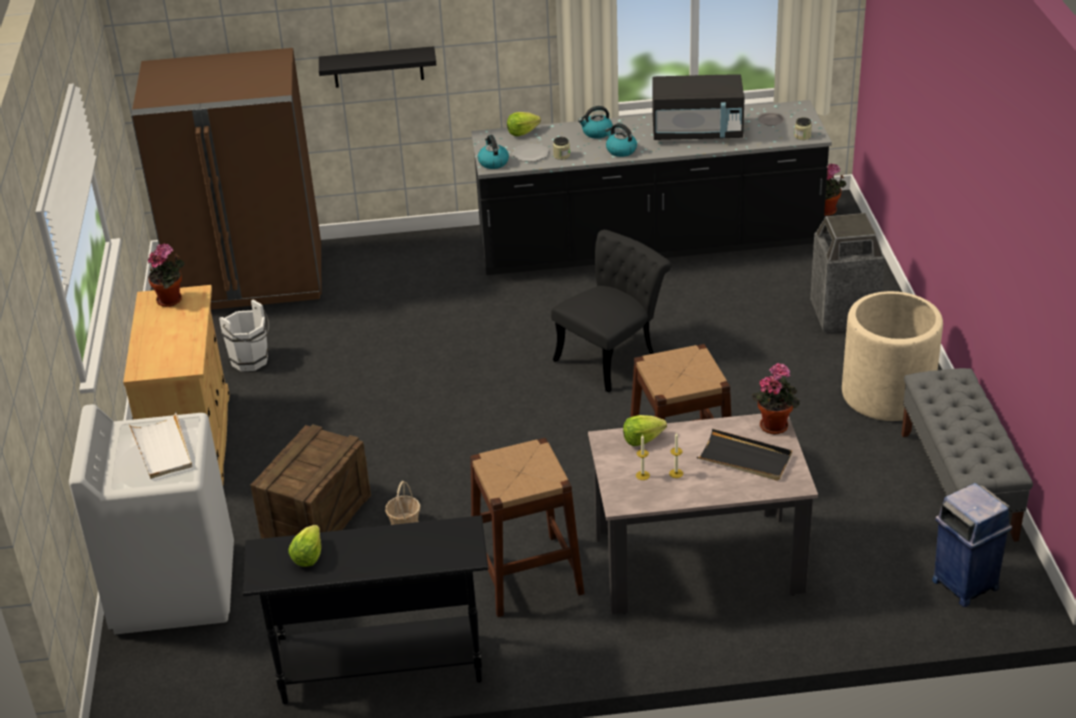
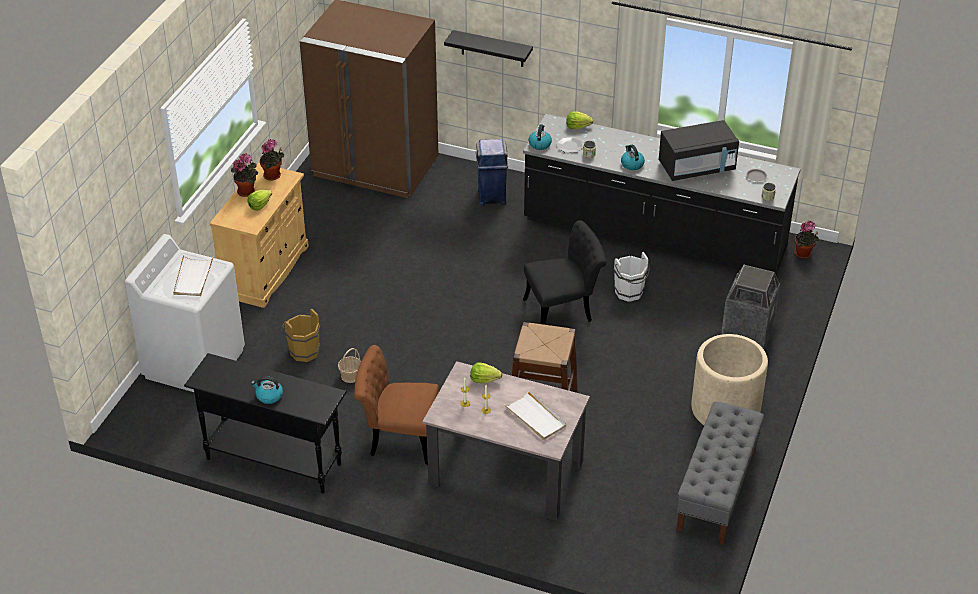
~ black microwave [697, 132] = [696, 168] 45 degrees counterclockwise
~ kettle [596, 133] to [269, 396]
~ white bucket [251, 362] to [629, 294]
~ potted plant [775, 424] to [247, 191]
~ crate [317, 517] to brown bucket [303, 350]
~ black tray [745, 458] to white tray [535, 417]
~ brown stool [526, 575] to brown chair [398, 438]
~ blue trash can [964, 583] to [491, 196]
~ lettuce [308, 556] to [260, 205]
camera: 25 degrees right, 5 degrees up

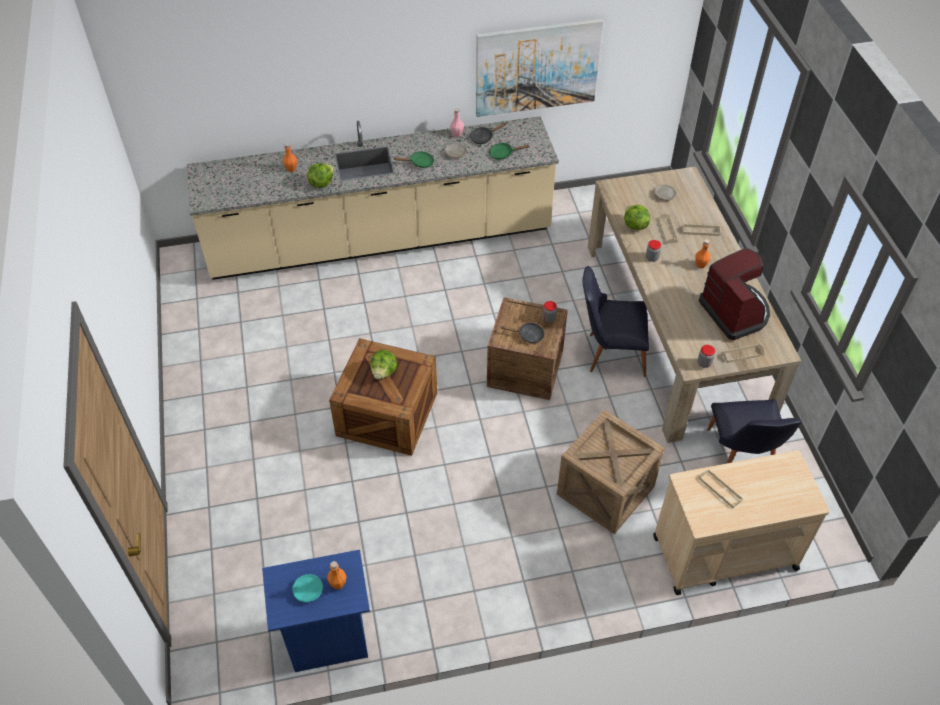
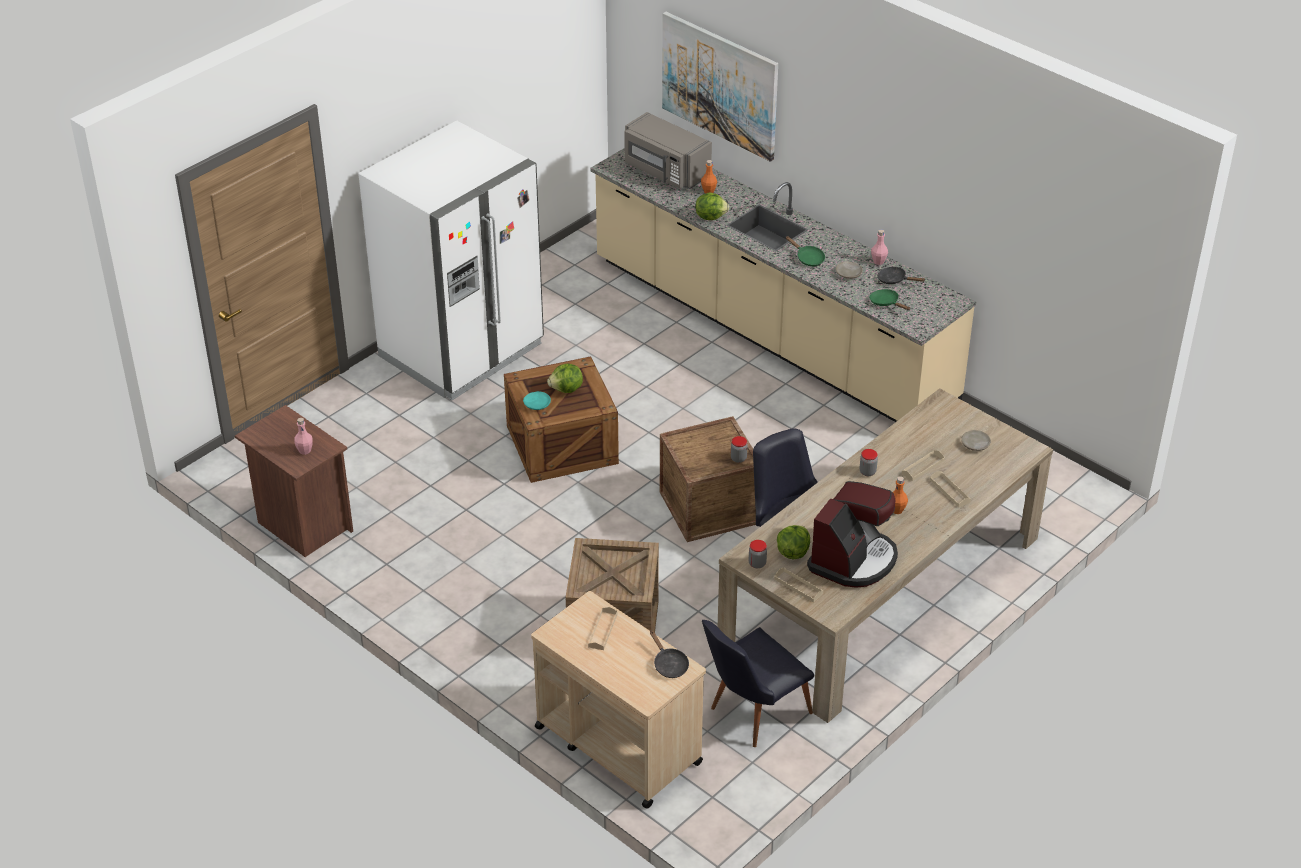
~ picture [537, 67] to [720, 85]
~ lettuce [634, 225] to [793, 552]
~ black frying pan [528, 335] to [669, 664]
~ blue nightstand [327, 639] to brown nightstand [302, 525]
~ orange bottle [338, 584] to pink bottle [305, 450]
~ turquoise plate [308, 590] to [537, 404]
+ grey microwave [665, 171]
+ white fridge [461, 351]
camera: 55 degrees right, 10 degrees down

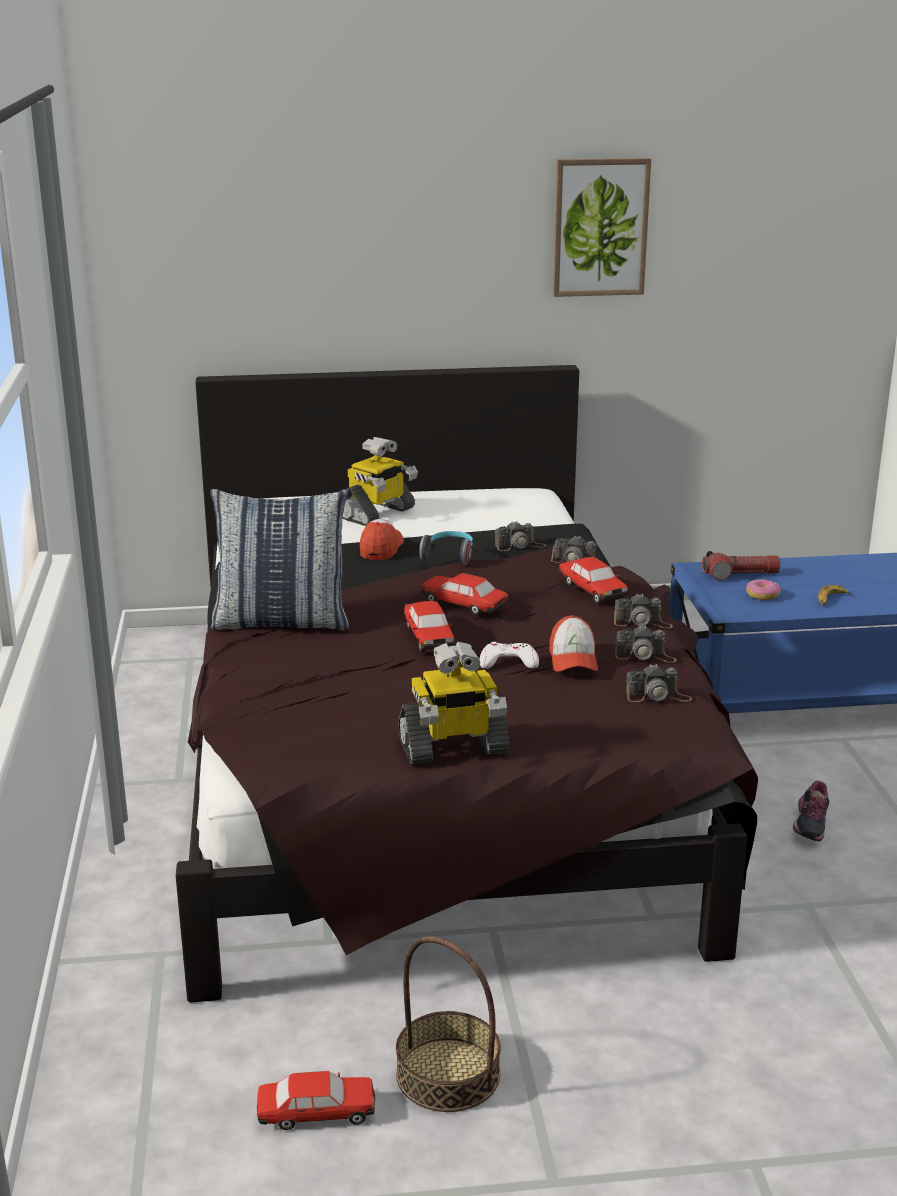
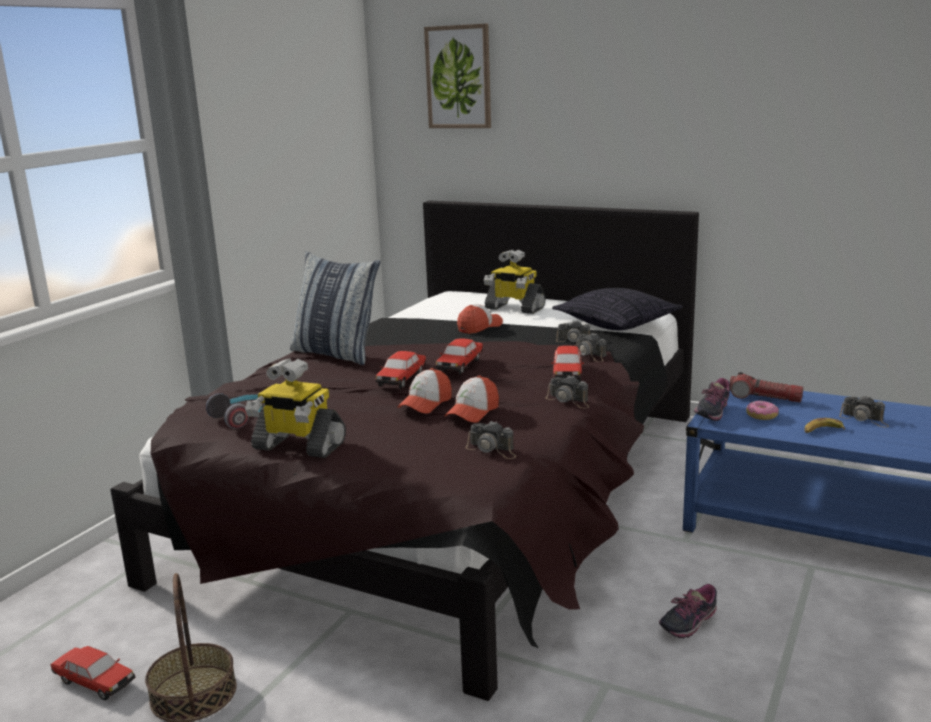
~ picture [600, 227] to [459, 77]
~ toy robot [377, 514] = [514, 308] 45 degrees clockwise
~ headphones [449, 556] to [243, 418]
~ toy car [464, 605] = [460, 365] 135 degrees counterclockwise
~ photo camera [645, 655] to [864, 419]
~ white game controller [508, 662] to cap [425, 404]
+ pillow [617, 324]
+ shoe [711, 413]
camera: 35 degrees right, 5 degrees down

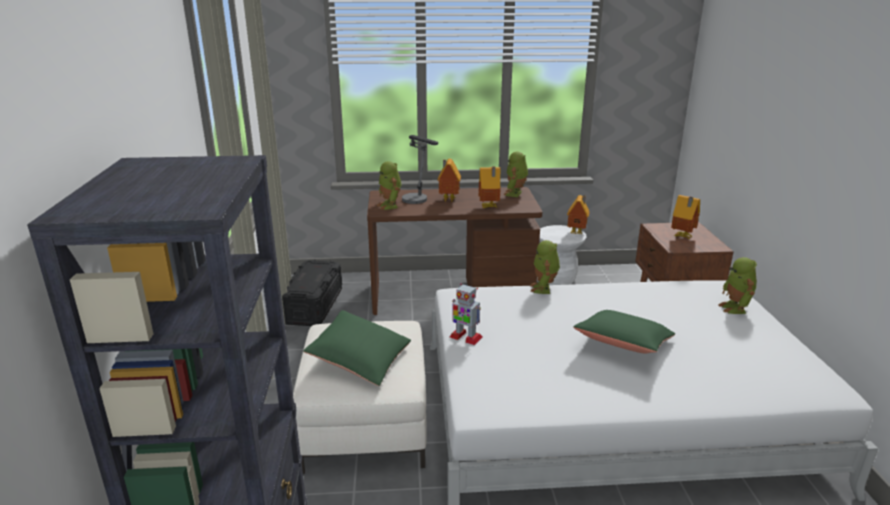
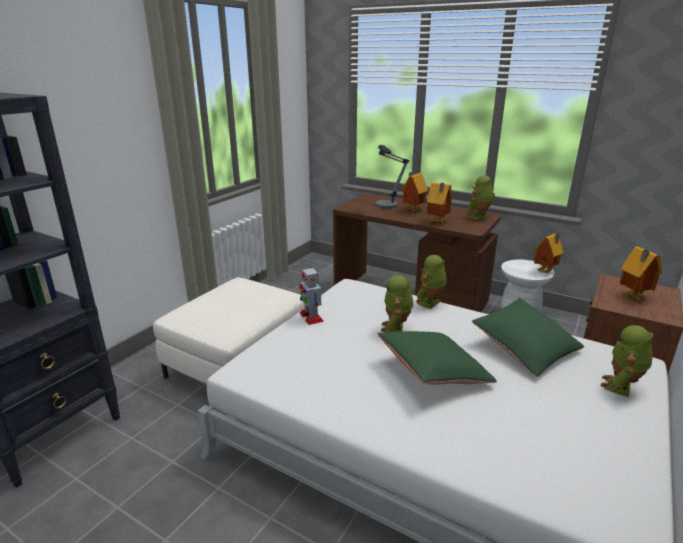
~ toy robot [390, 205] to [396, 328]
- black storage box [313, 306]
~ green pillow [360, 360] to [525, 348]
camera: 35 degrees right, 0 degrees up

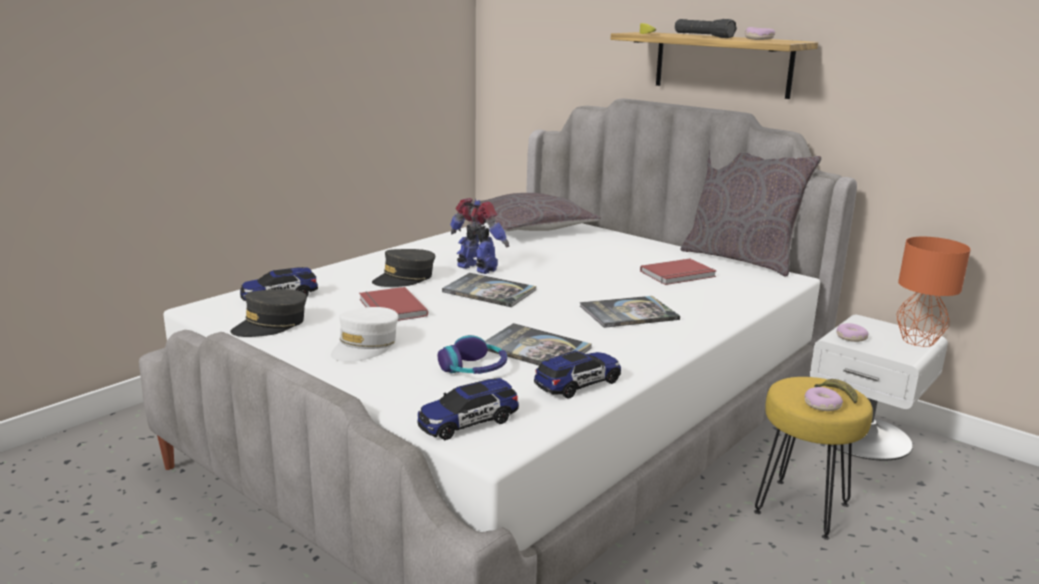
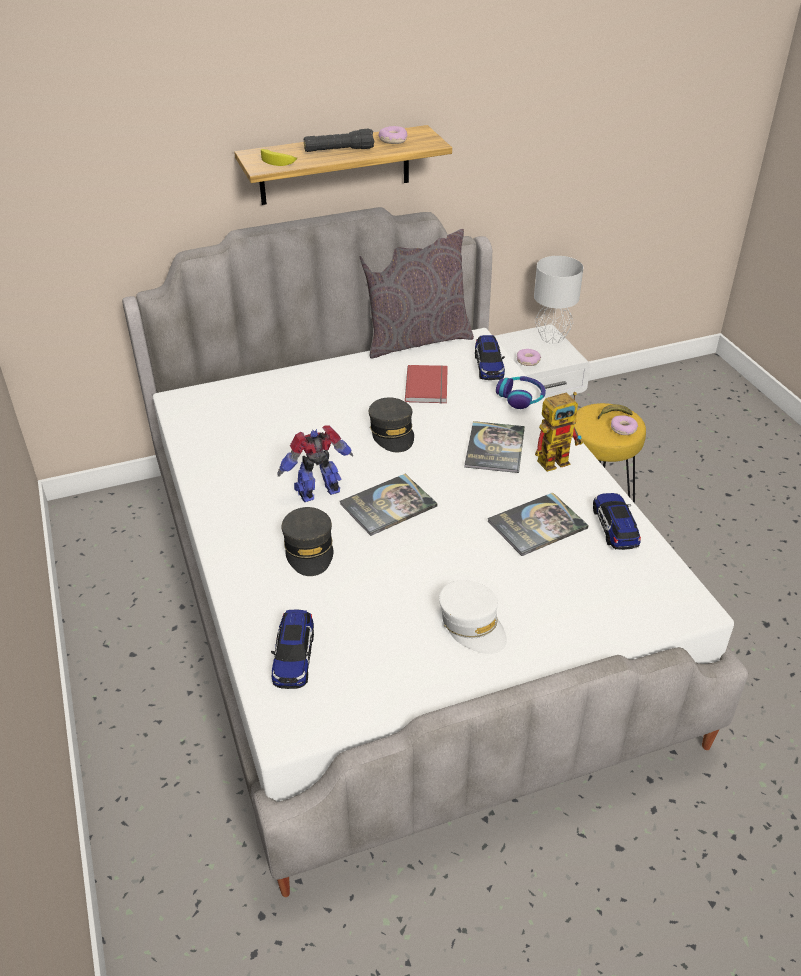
- grey pillow [528, 227]
~ orange table lamp [918, 341] to grey table lamp [553, 338]
- red book [390, 308]
~ grey cap [271, 325] to [392, 432]
~ headphones [474, 368] to [521, 397]
~ toy car [468, 422] to [488, 366]
+ toy robot [558, 459]
camera: 60 degrees left, 20 degrees up

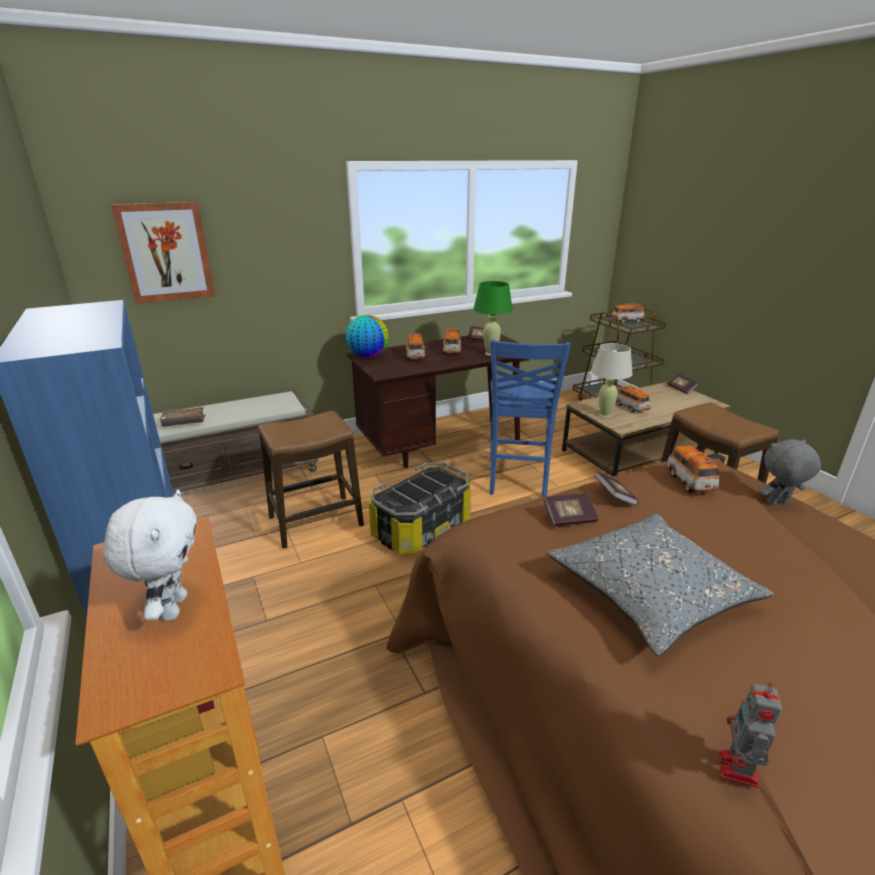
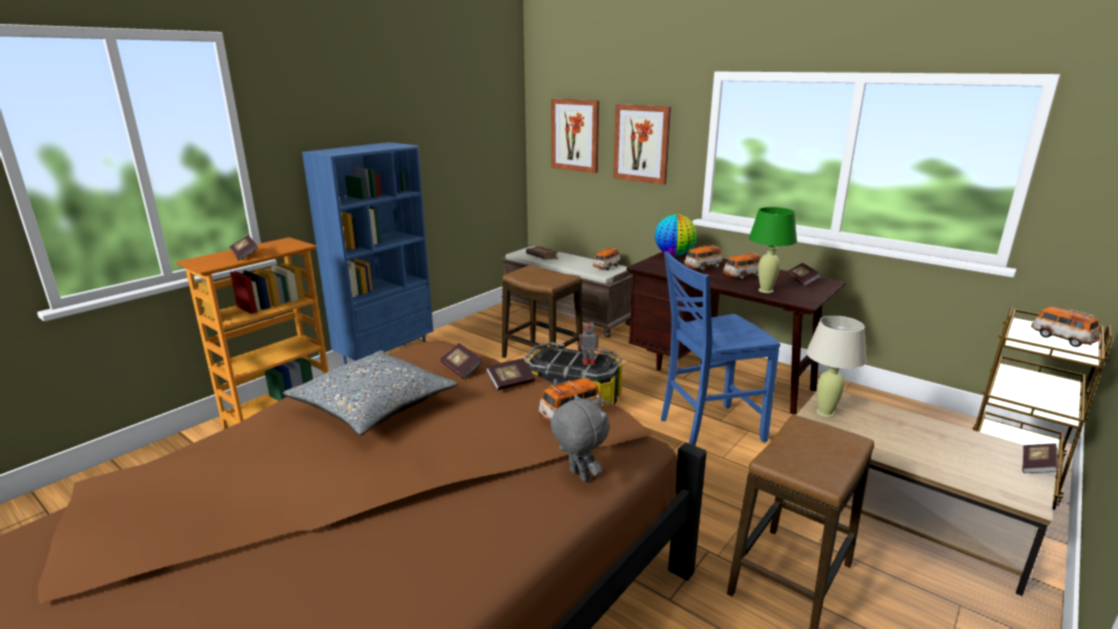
~ toy car [631, 407] to [606, 267]
~ white plush toy [172, 607] to book [245, 255]
~ toy robot [738, 771] to [587, 362]
+ picture [642, 143]
camera: 65 degrees right, 5 degrees down

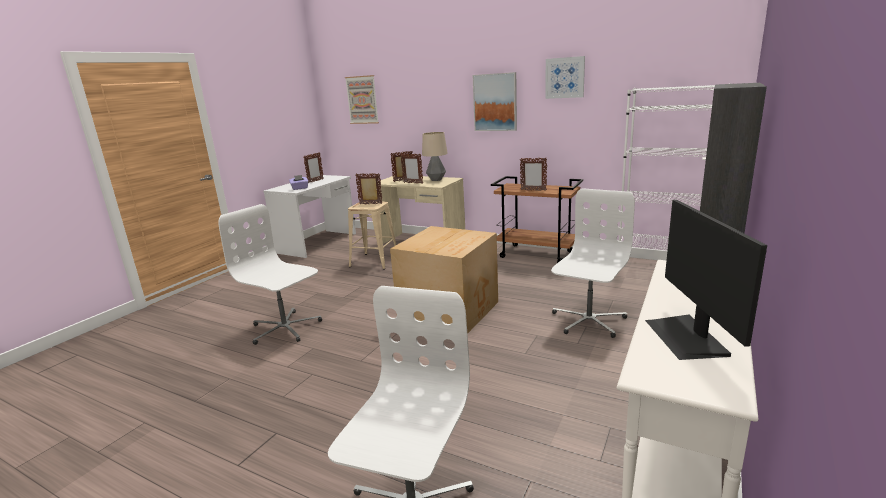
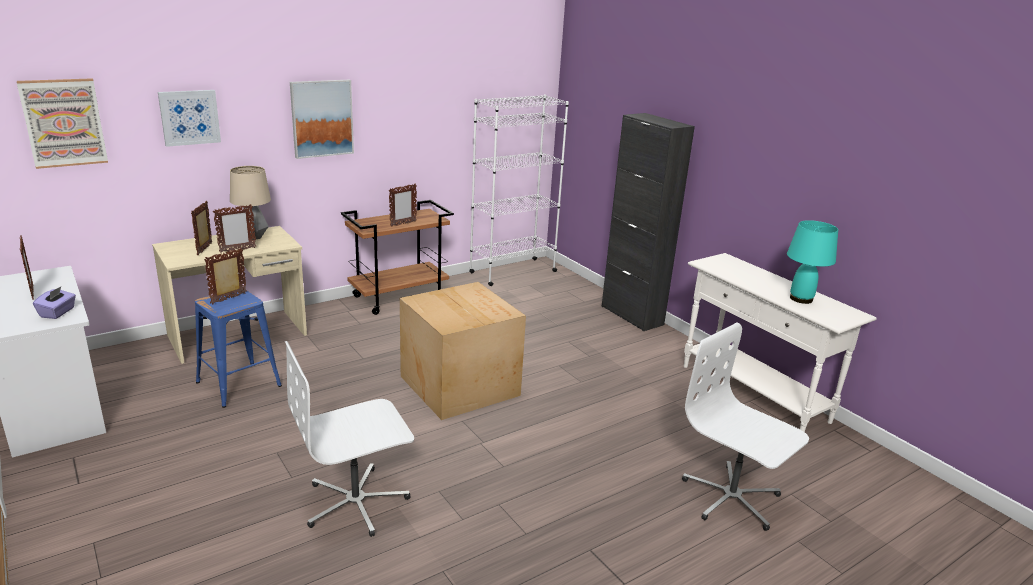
~ picture [565, 77] to [189, 117]
- white office chair [588, 321]
~ monitor [687, 337] to turquoise table lamp [801, 299]
~ beige stool [374, 261] to blue stool [239, 384]
camera: 65 degrees left, 5 degrees up

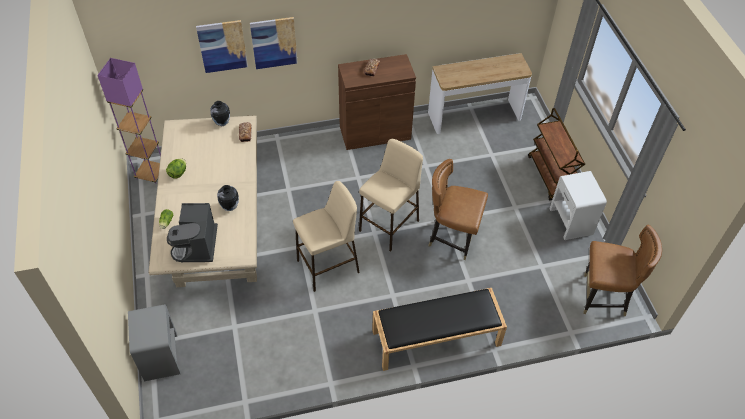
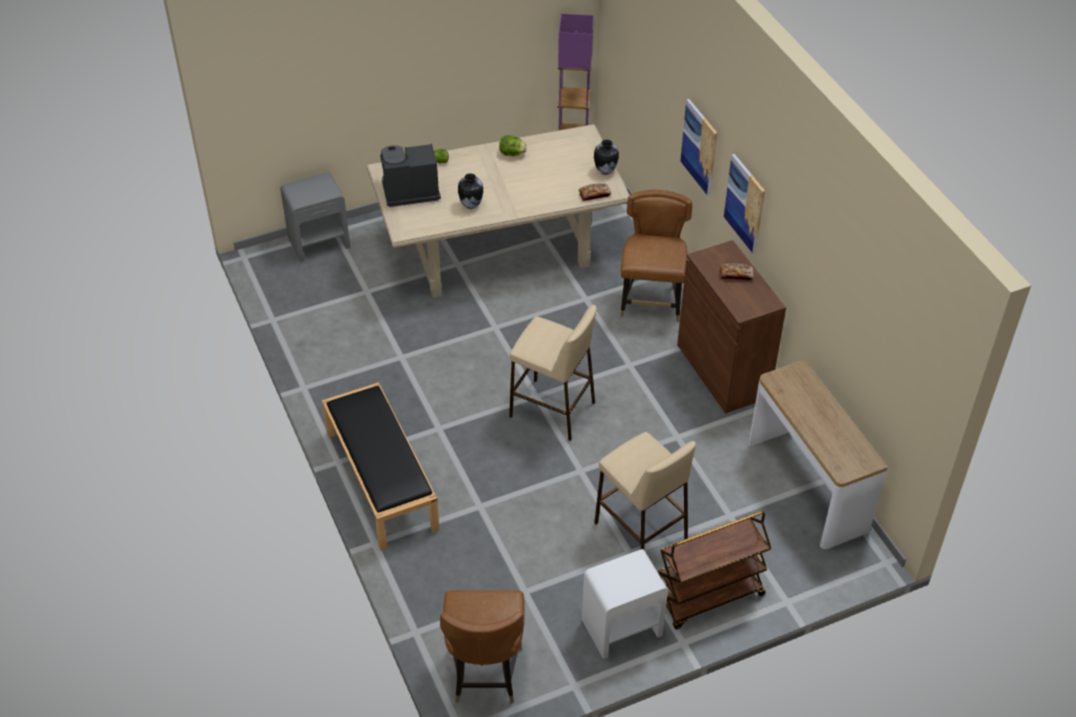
~ picture [222, 46] to [745, 203]
~ brown chair [452, 237] to [651, 301]
~ beige stool [328, 266] to [641, 531]
camera: 80 degrees right, 5 degrees down

